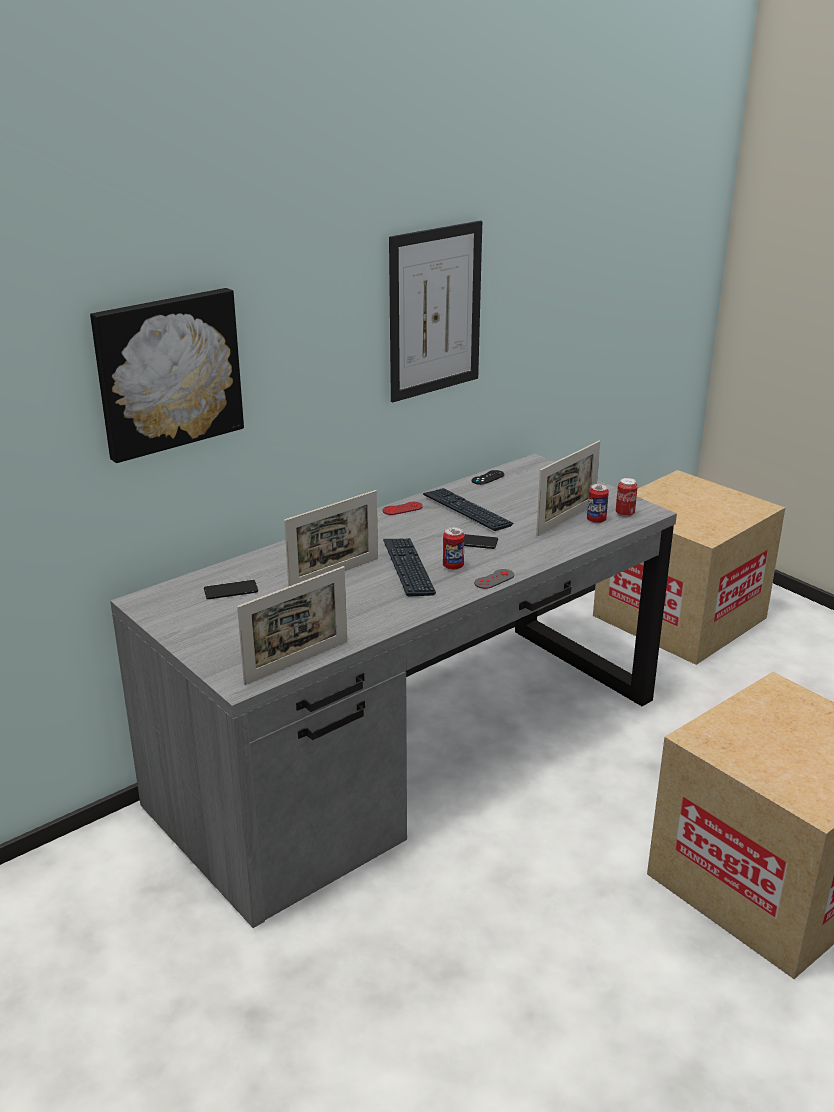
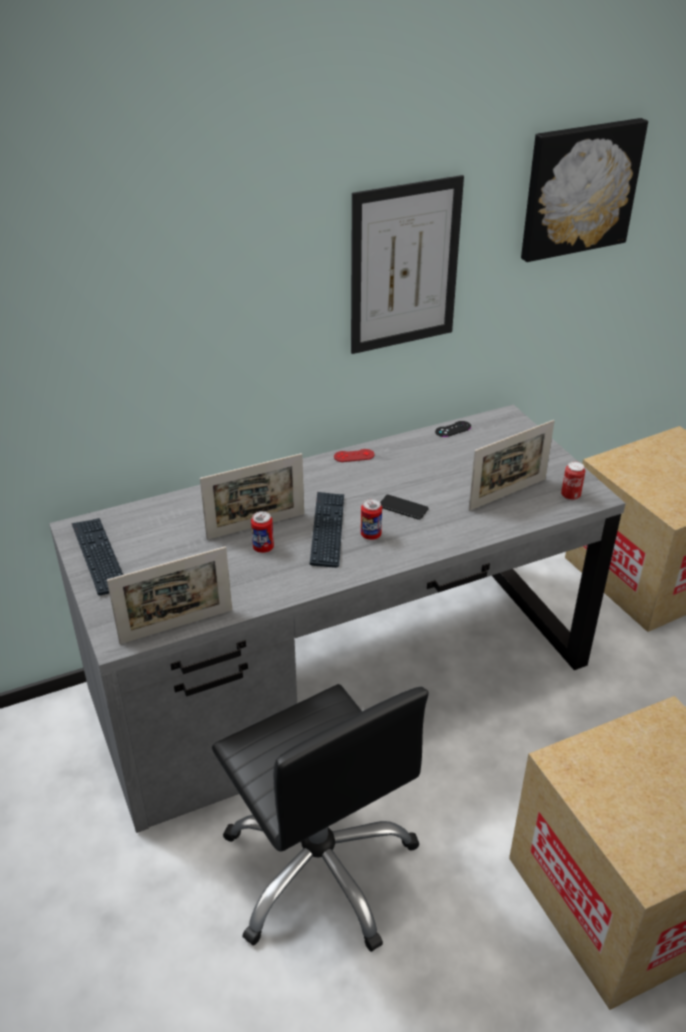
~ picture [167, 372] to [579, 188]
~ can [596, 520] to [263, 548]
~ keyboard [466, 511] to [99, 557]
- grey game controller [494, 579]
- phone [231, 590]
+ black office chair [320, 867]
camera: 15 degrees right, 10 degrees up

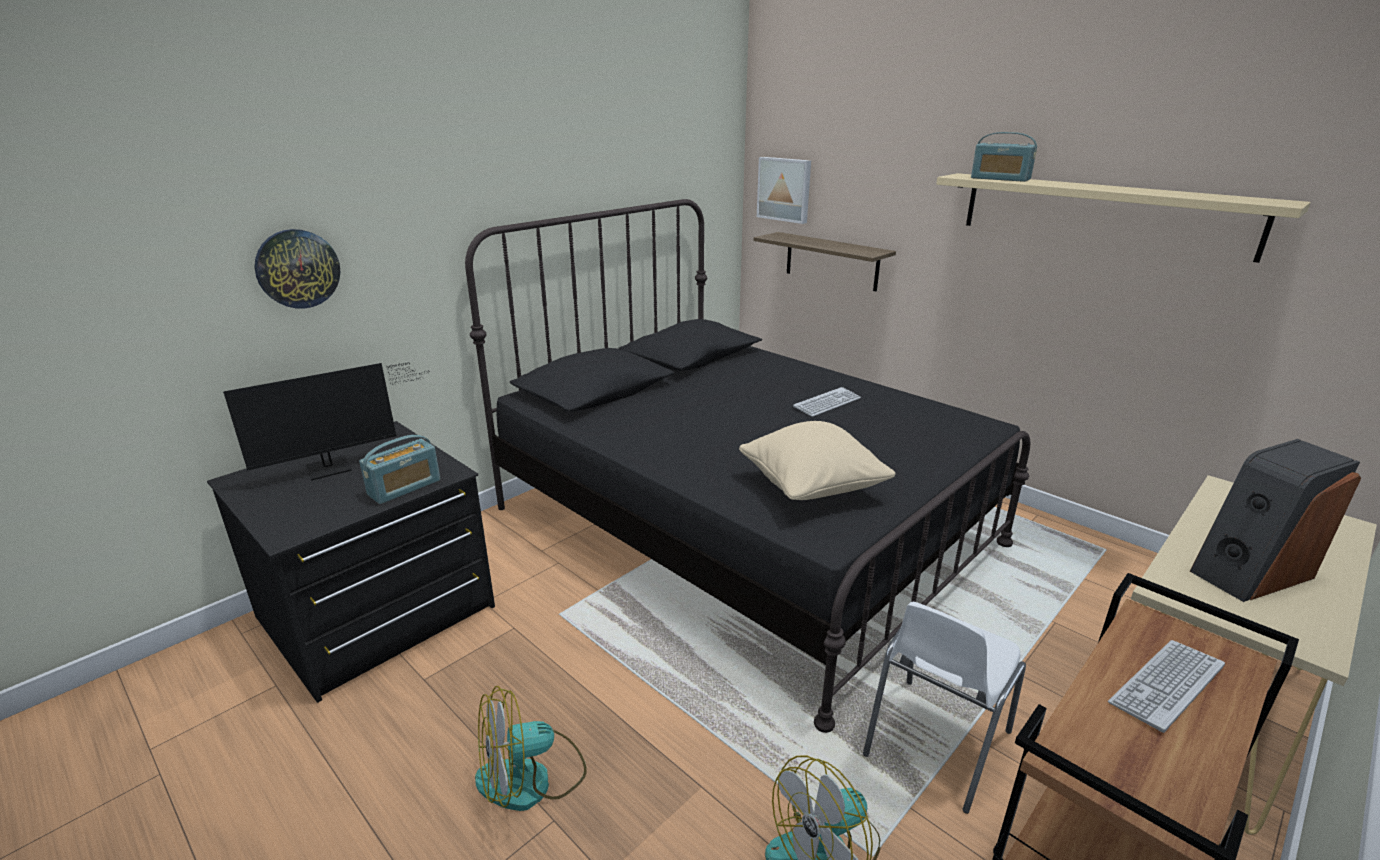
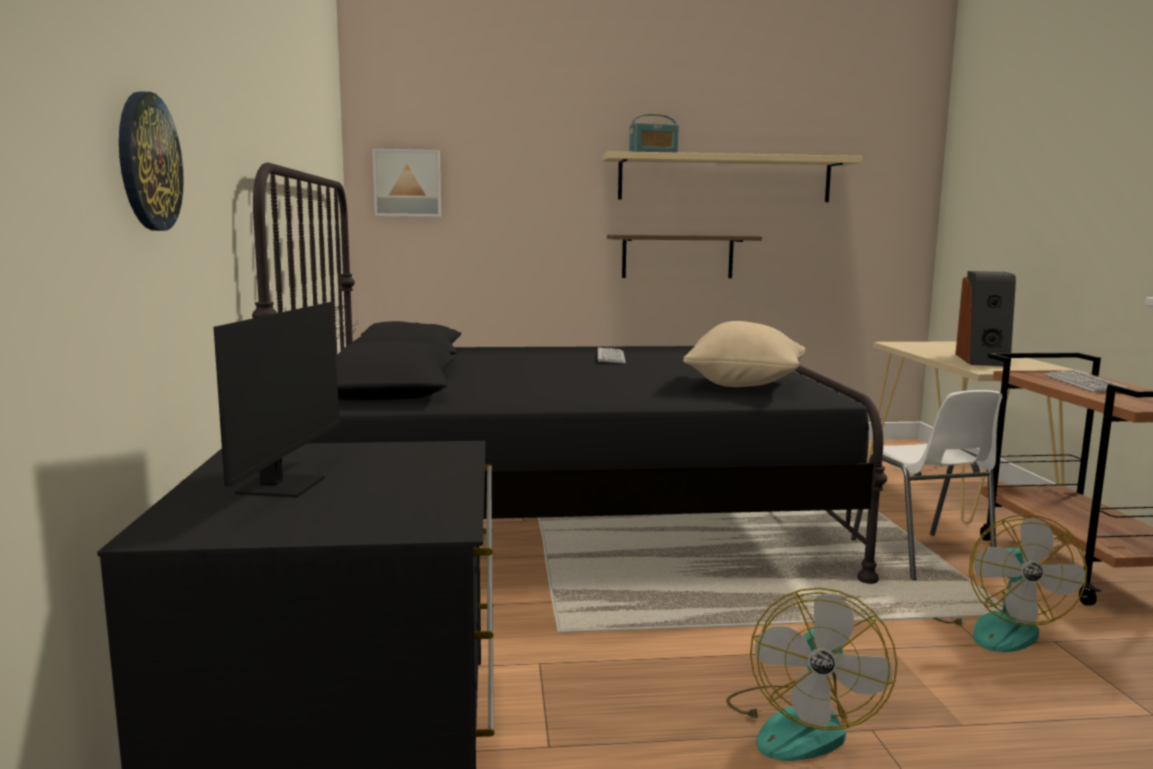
~ shelf [831, 261] to [677, 256]
- radio [404, 487]
camera: 50 degrees left, 15 degrees down

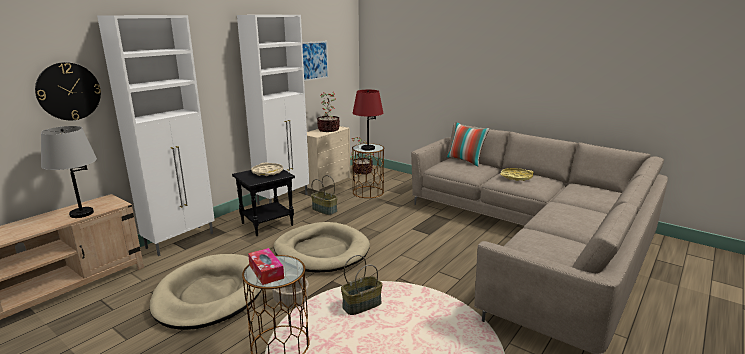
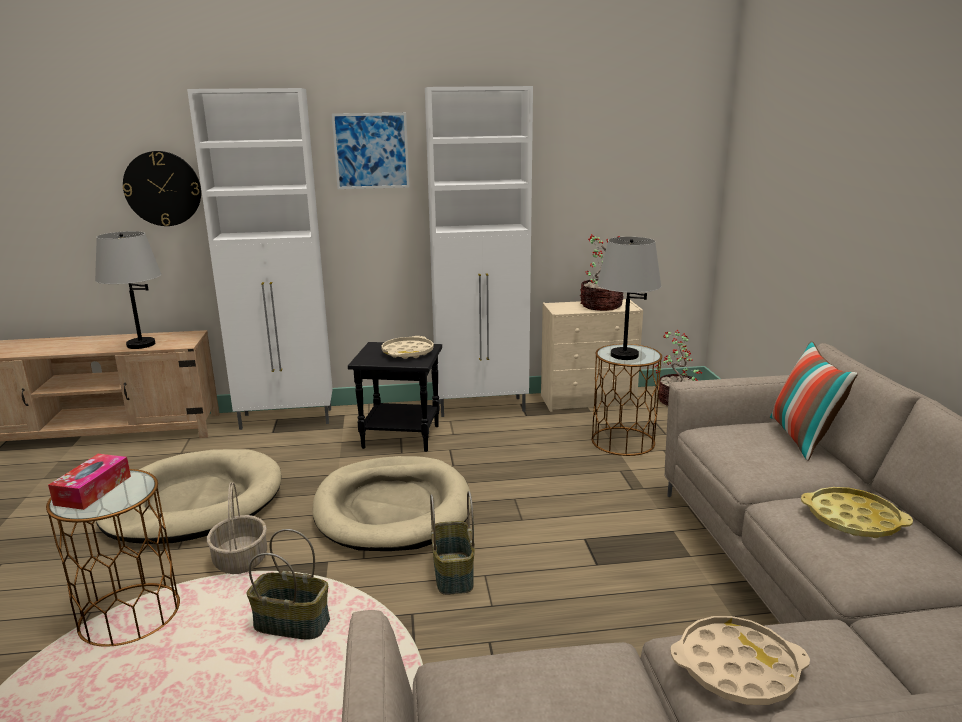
~ picture [314, 60] to [371, 151]
~ red table lamp [368, 148] to grey table lamp [624, 355]
~ basket [325, 210] to [454, 574]
+ beige tray [737, 668]
camera: 45 degrees right, 0 degrees up

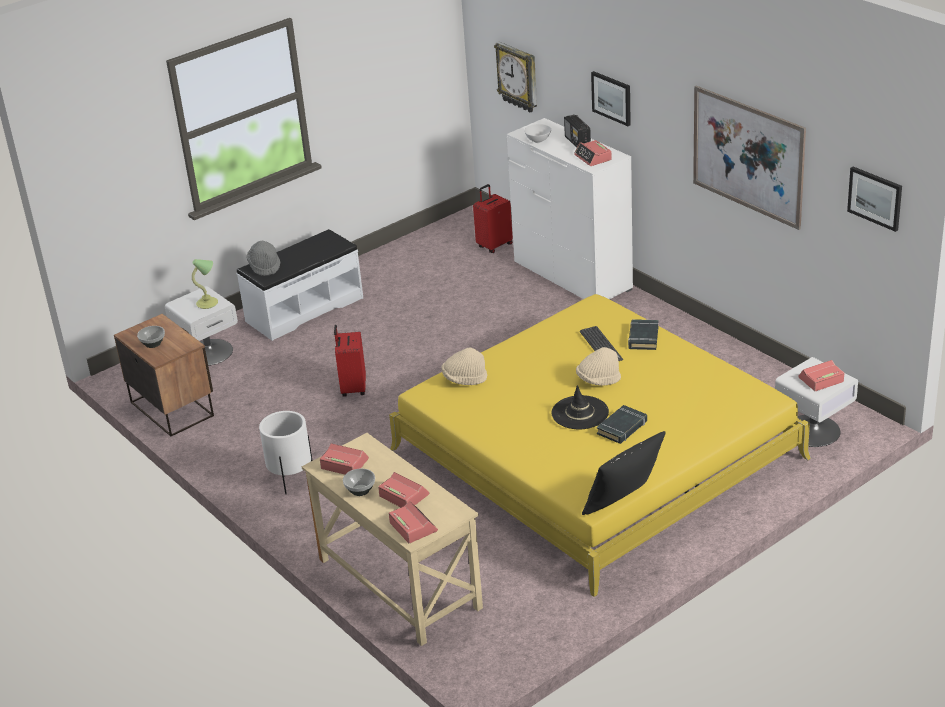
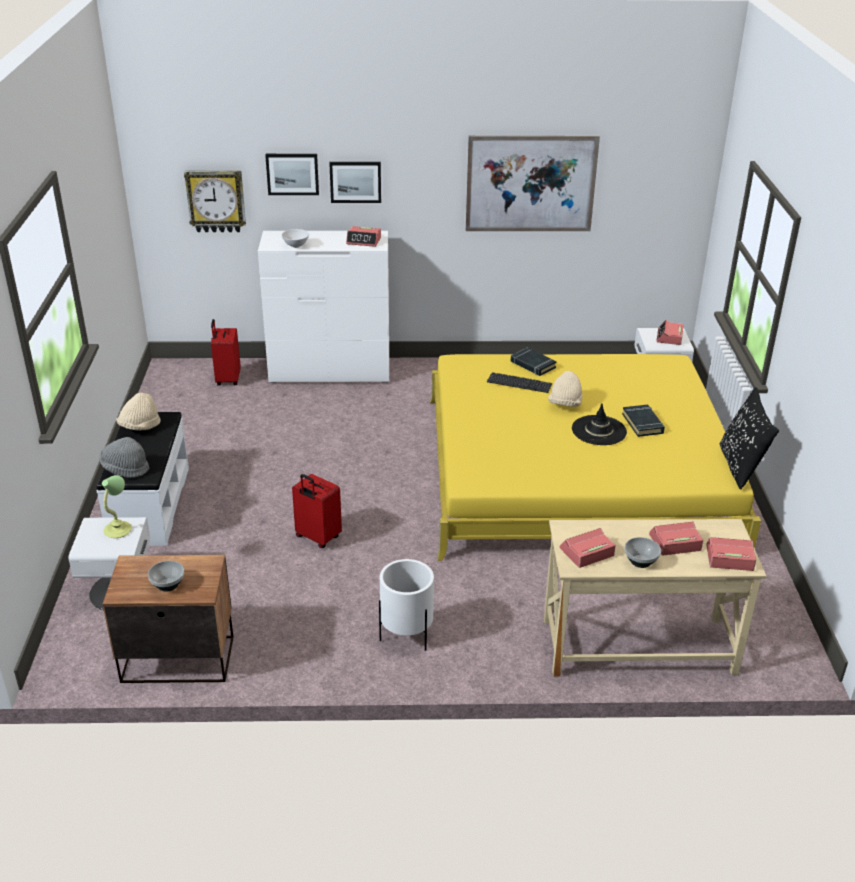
- radio [577, 142]
~ picture [875, 198] to [292, 174]
~ beige hat [464, 379] to [140, 427]
camera: 55 degrees left, 0 degrees up

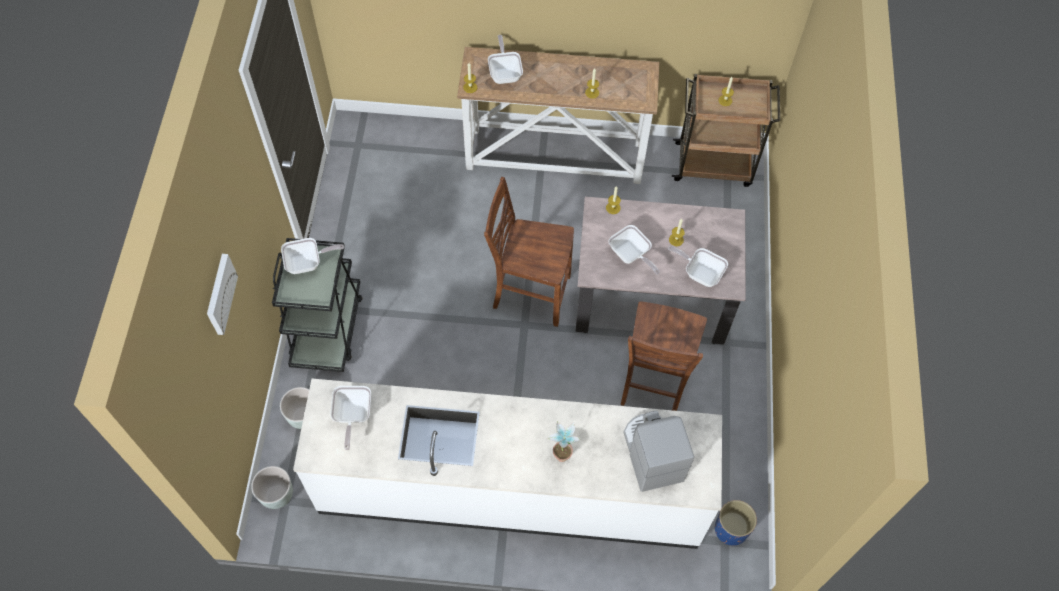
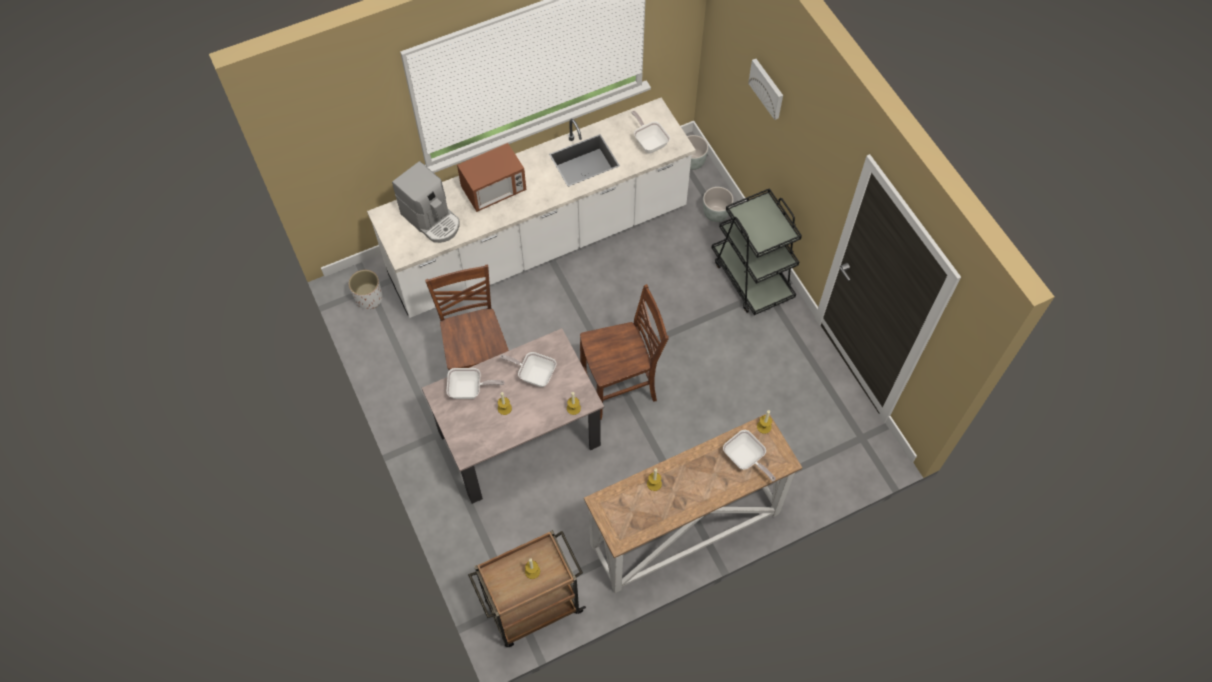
- frying pan [308, 263]
~ potted plant [562, 452] to microwave [494, 190]
~ blue planter [731, 529] to white planter [369, 298]
camera: 150 degrees right, 0 degrees up

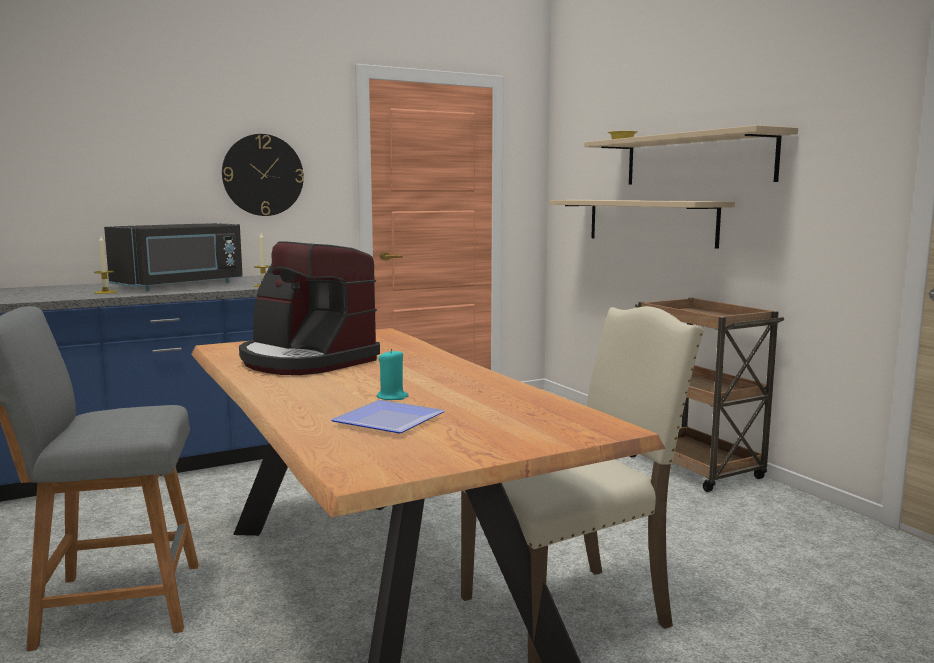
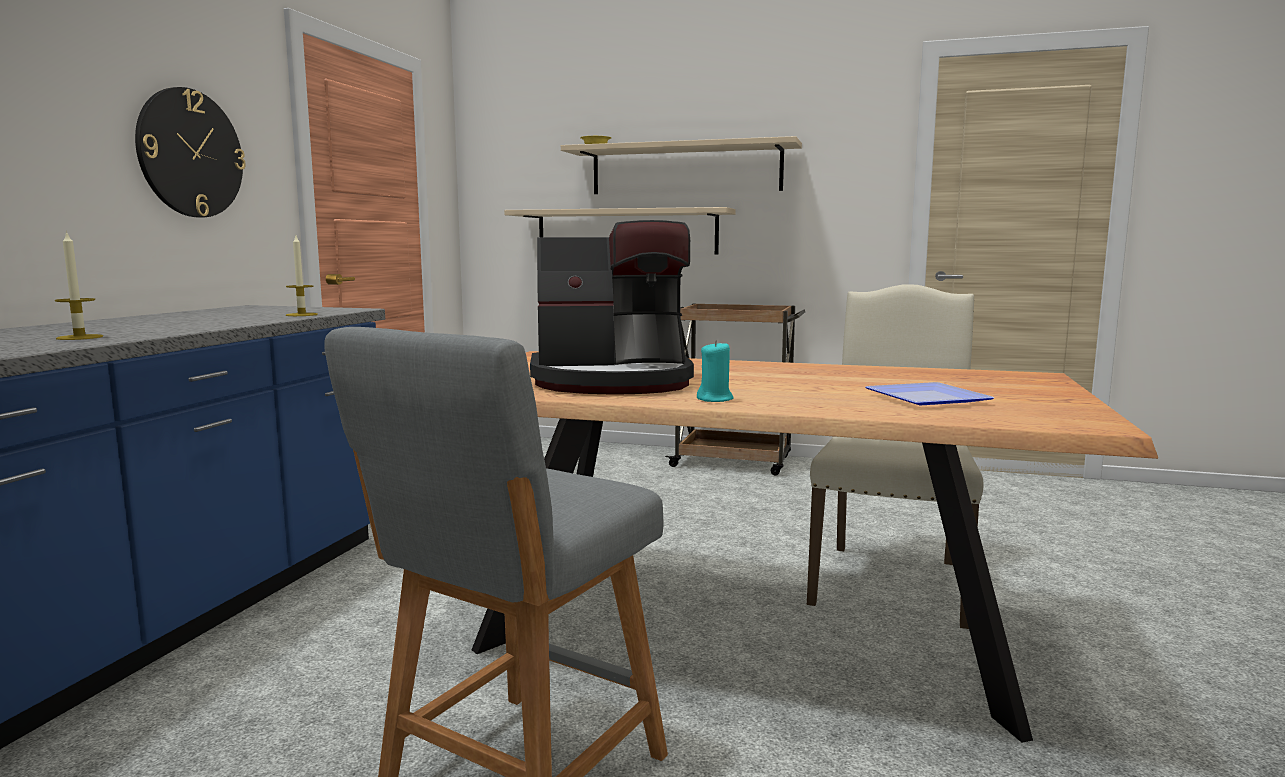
- black microwave [181, 285]
~ turquoise candle [392, 397] to [715, 399]
camera: 45 degrees left, 0 degrees up

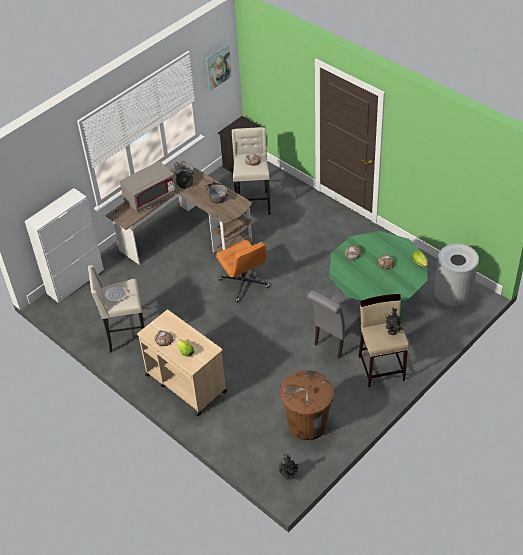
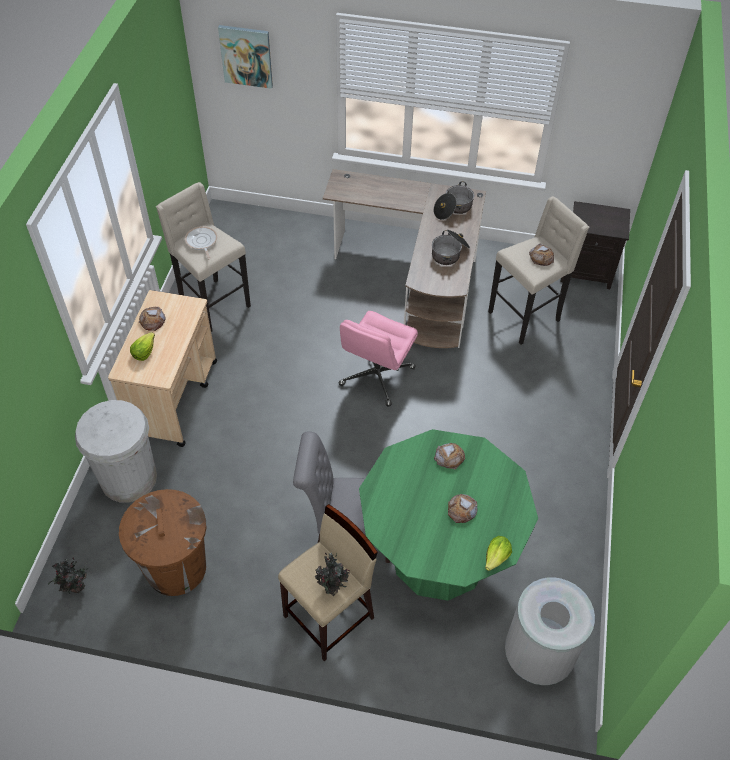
~ picture [217, 66] to [246, 56]
- grey microwave [150, 197]
- white cabinet [76, 281]
~ orange office chair [244, 284] to pink office chair [376, 377]
+ white trash can [128, 478]
camera: 55 degrees right, 5 degrees up

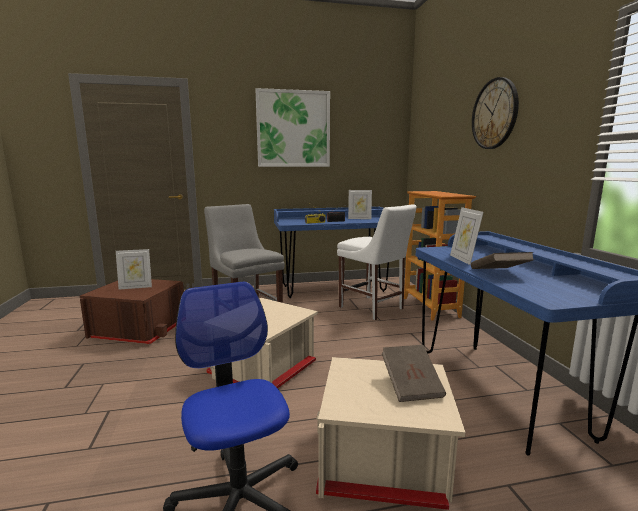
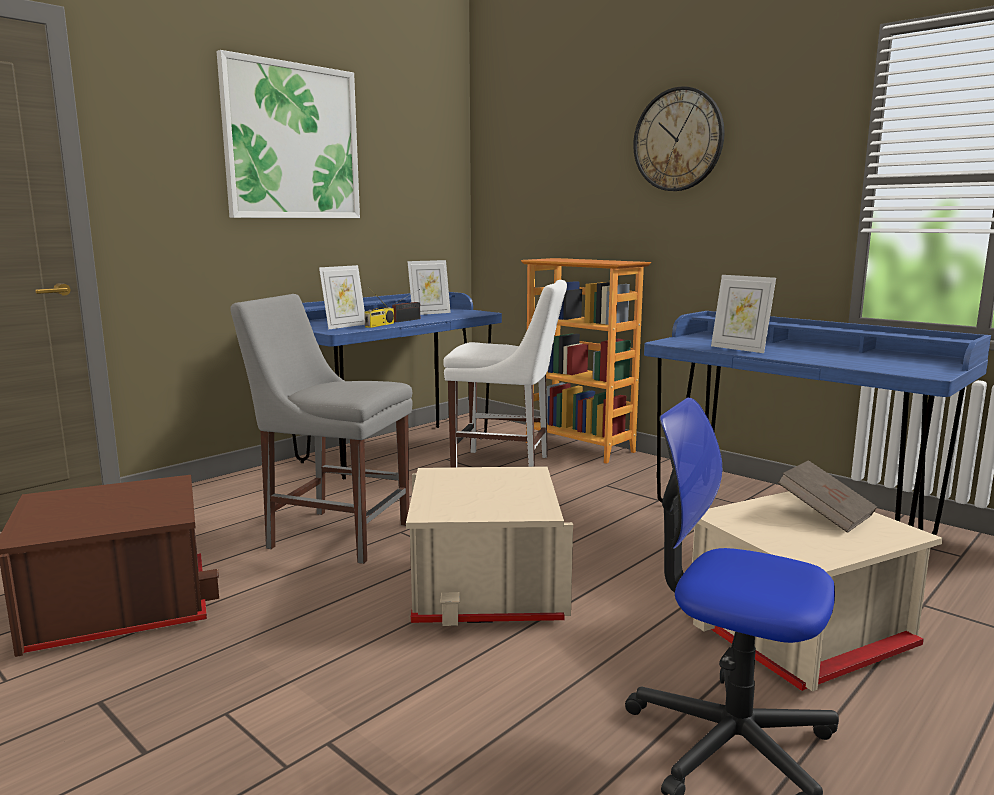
~ picture frame [136, 287] to [344, 326]
- brown book [499, 274]
camera: 35 degrees left, 0 degrees up

